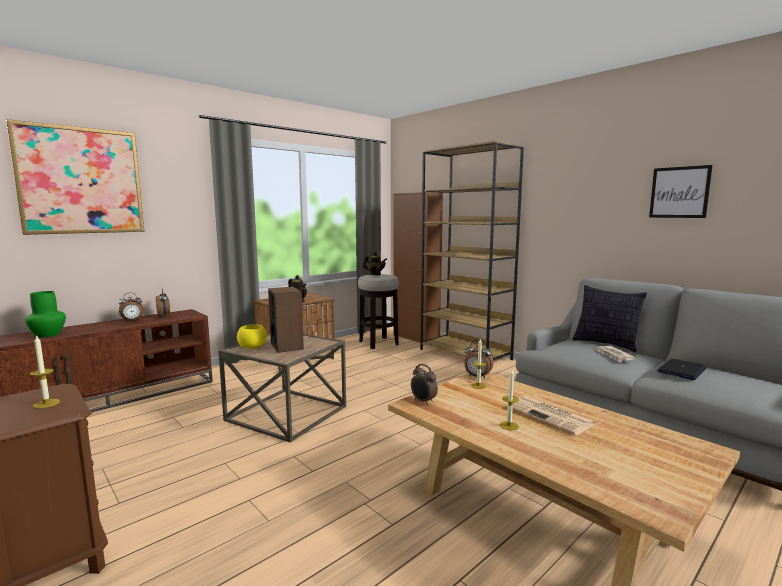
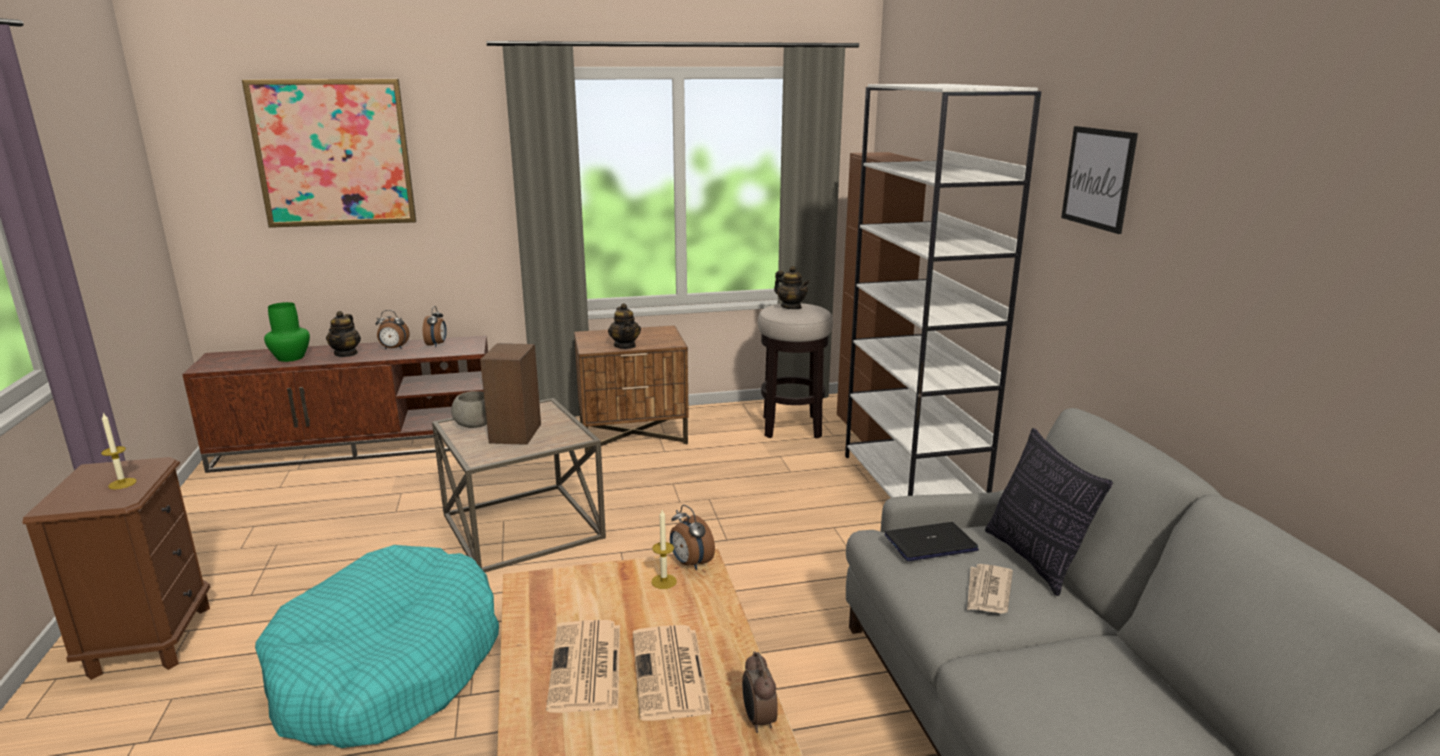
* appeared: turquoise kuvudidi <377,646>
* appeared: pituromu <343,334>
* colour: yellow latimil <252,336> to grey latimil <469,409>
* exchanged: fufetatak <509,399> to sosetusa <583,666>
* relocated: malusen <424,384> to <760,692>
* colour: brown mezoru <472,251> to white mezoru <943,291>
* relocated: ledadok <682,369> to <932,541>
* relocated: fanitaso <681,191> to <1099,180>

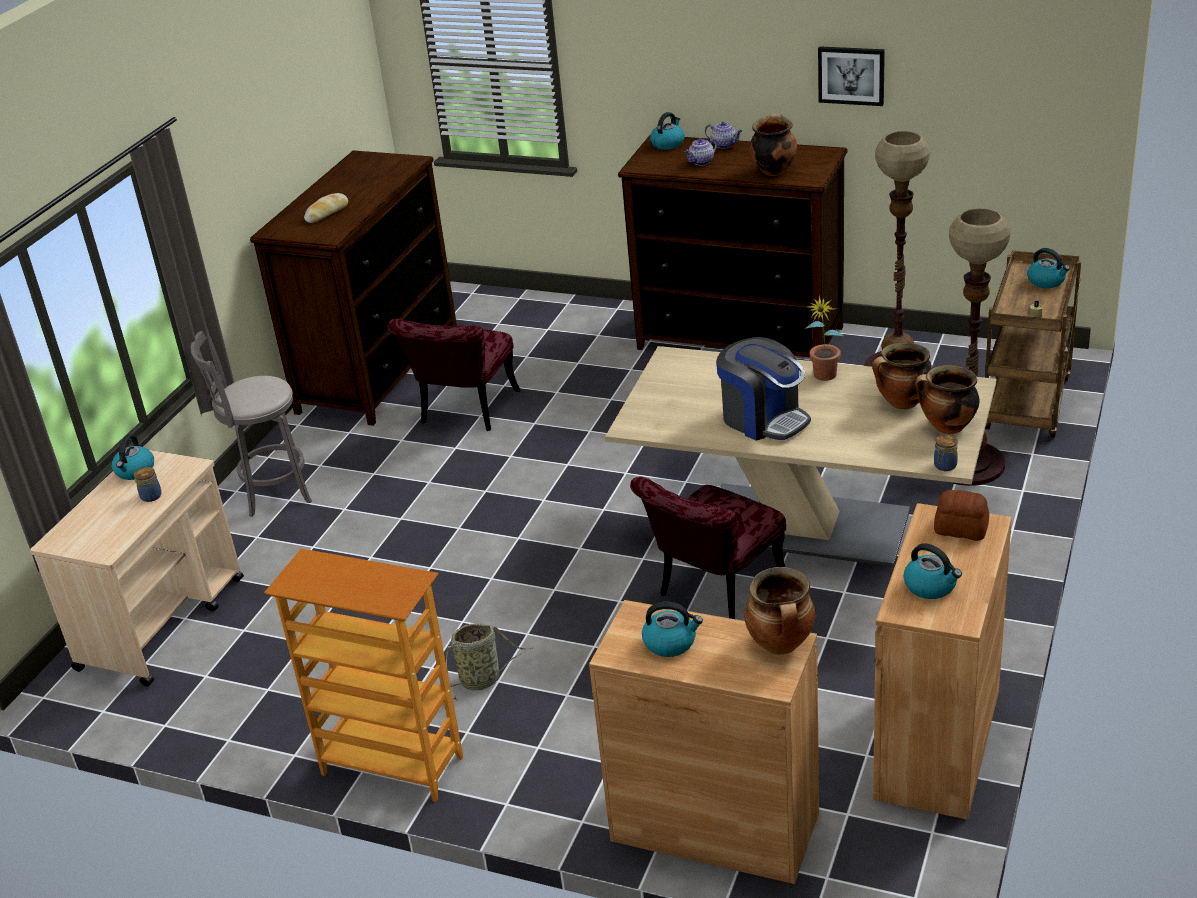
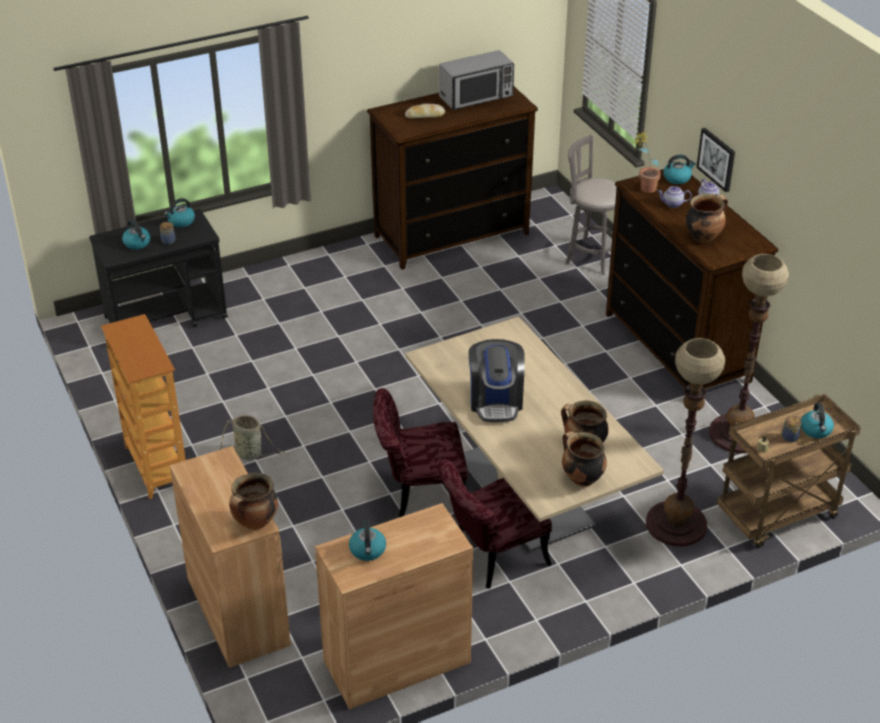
* colour: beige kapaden <137,568> to black kapaden <158,268>
* relocated: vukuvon <672,629> to <136,234>
* relocated: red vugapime <453,375> to <495,524>
* appeared: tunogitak <476,80>
* relocated: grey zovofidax <251,422> to <591,205>
* relocated: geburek <824,338> to <646,162>
* relocated: fanitaso <851,76> to <715,160>
* relocated: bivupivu <946,453> to <791,429>
* missing: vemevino <961,515>

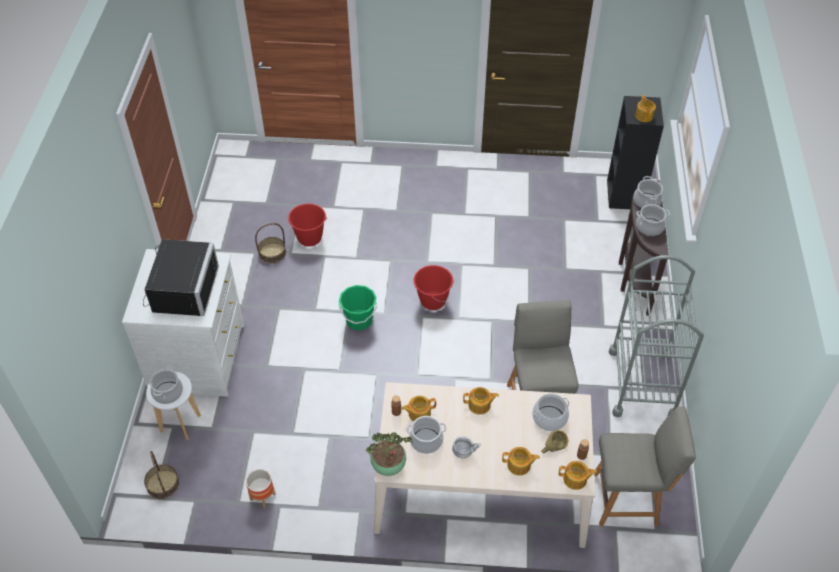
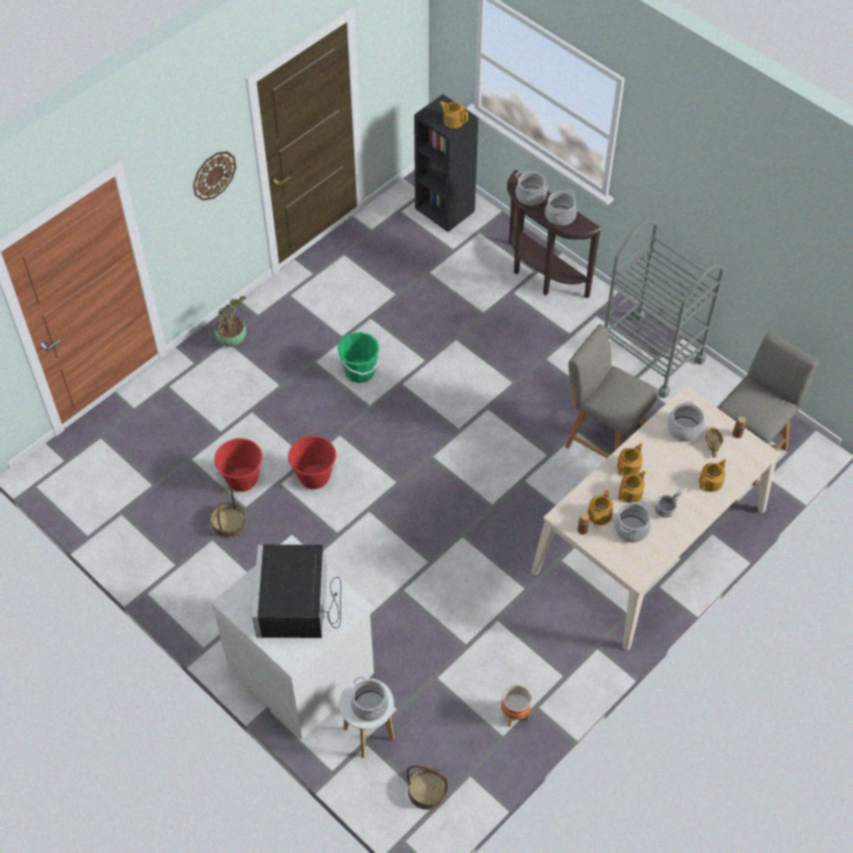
* appeared: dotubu <214,176>
* relocated: geburek <389,454> to <230,321>
* spun: black tunogitak <181,277> = <296,591> 135 degrees counterclockwise
* relocated: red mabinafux <433,287> to <312,462>
* relocated: green mabinafux <357,307> to <358,357>
* relocated: pituromu <578,475> to <632,486>

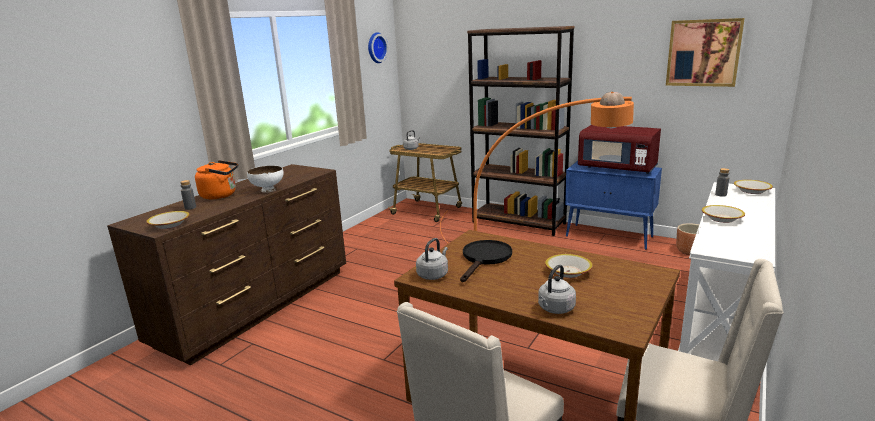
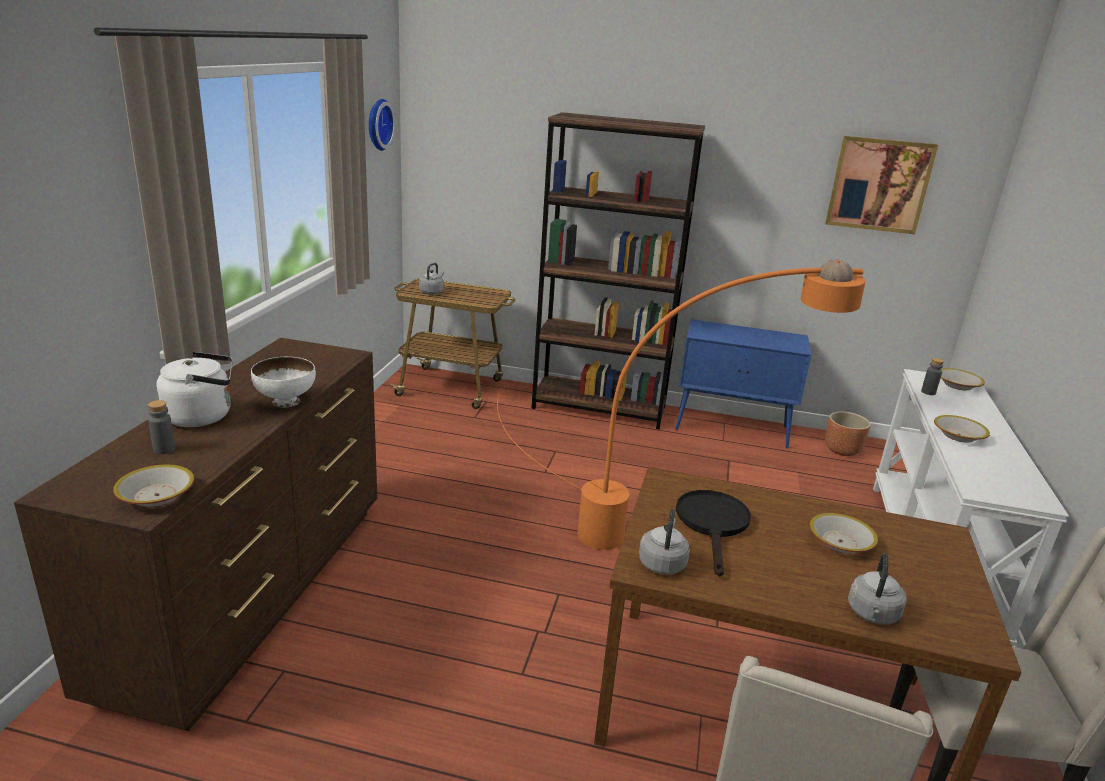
* colour: orange vukuvon <216,179> to white vukuvon <194,389>
* missing: red tunogitak <619,149>

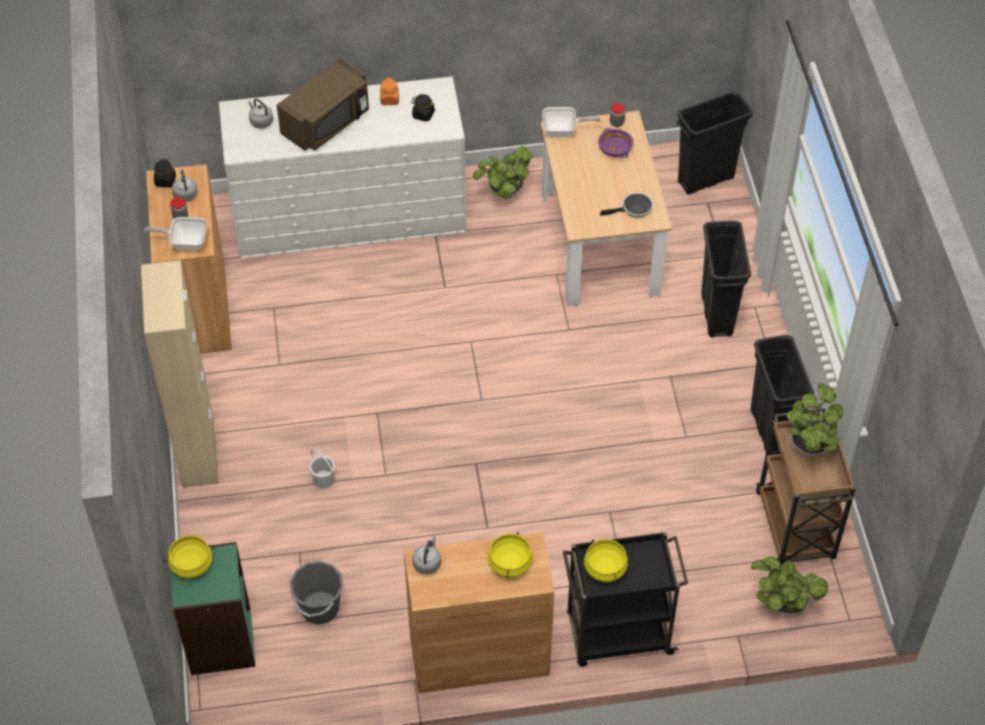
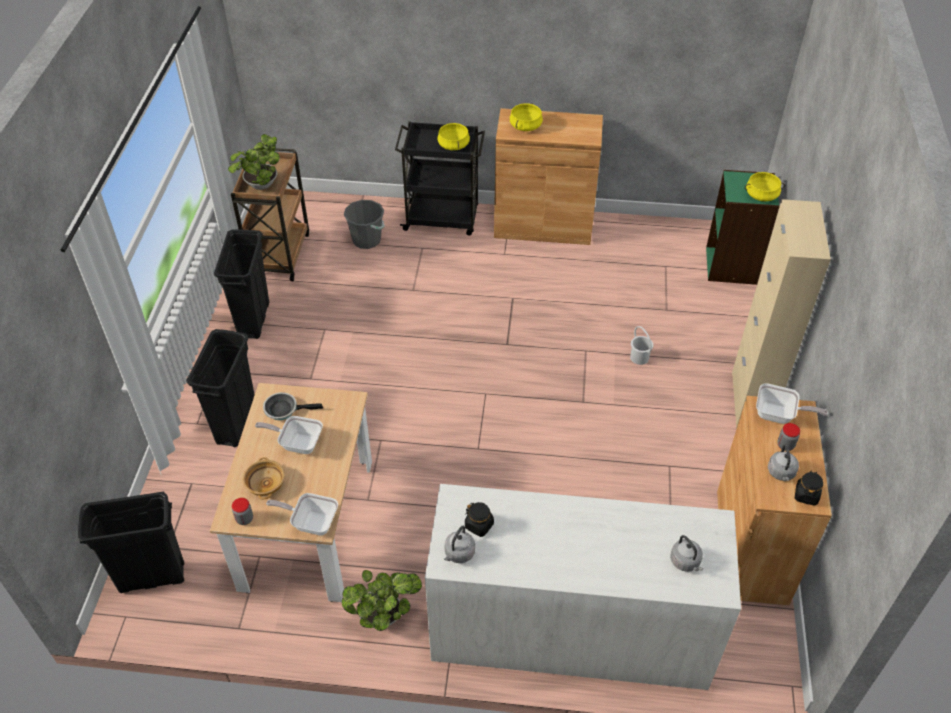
* colour: purple latimil <616,143> to beige latimil <264,478>
* appeared: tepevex <289,435>
* relocated: grey mabinafux <316,593> to <364,224>
* relocated: grey vukuvon <426,555> to <459,544>
* missing: brown tunogitak <323,104>
* missing: orange bivupivu <389,91>
* missing: geburek <789,585>

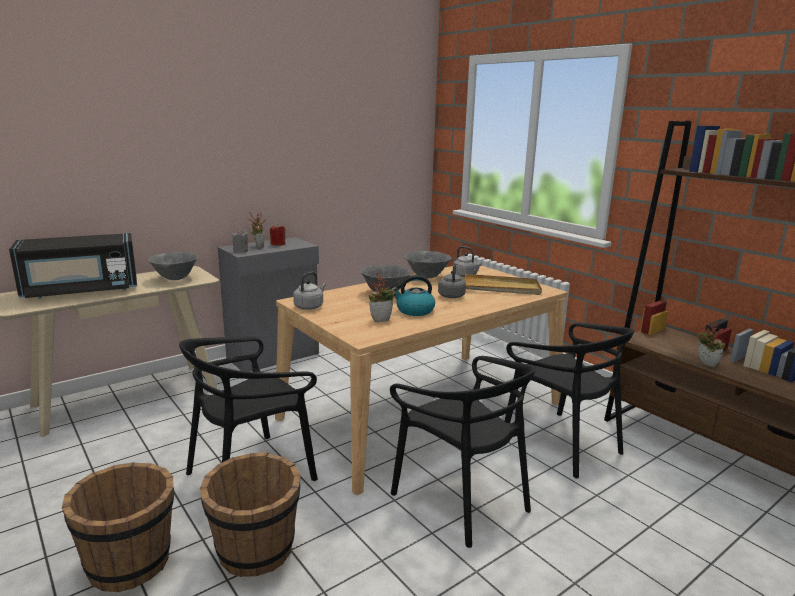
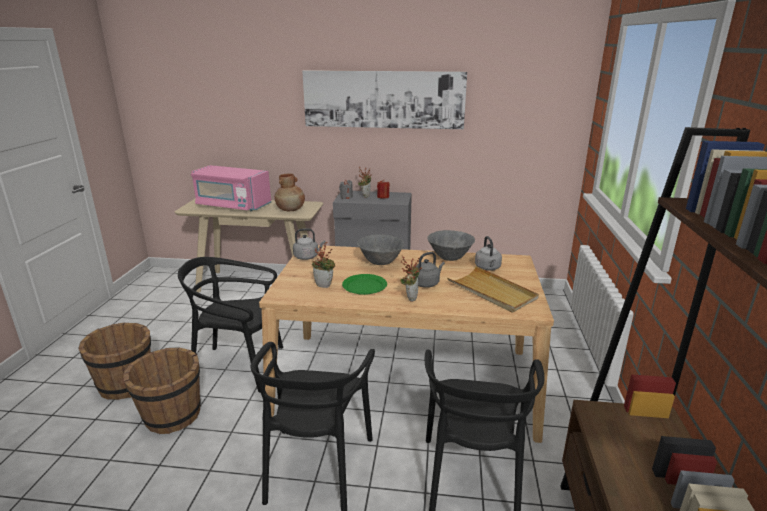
* colour: black tunogitak <73,266> to pink tunogitak <231,188>
* exchanged: grey latimil <173,266> to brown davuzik <289,192>
* appeared: fanitaso <384,99>
* exchanged: vukuvon <413,295> to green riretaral <364,284>
* relocated: geburek <711,343> to <411,278>

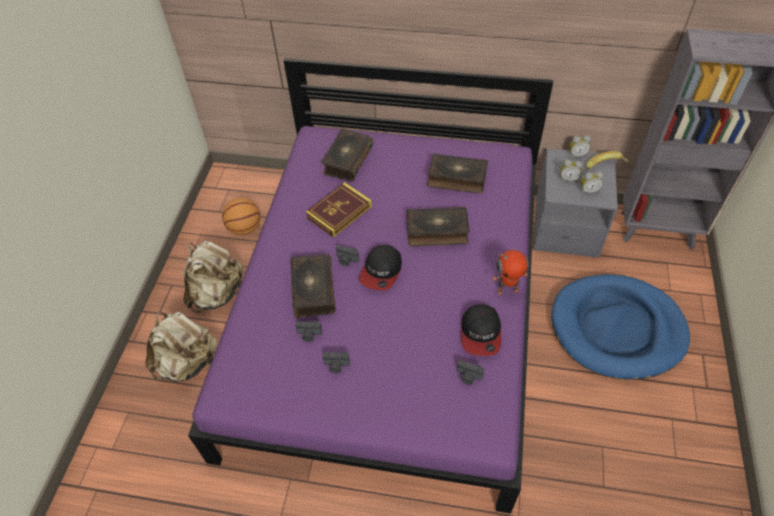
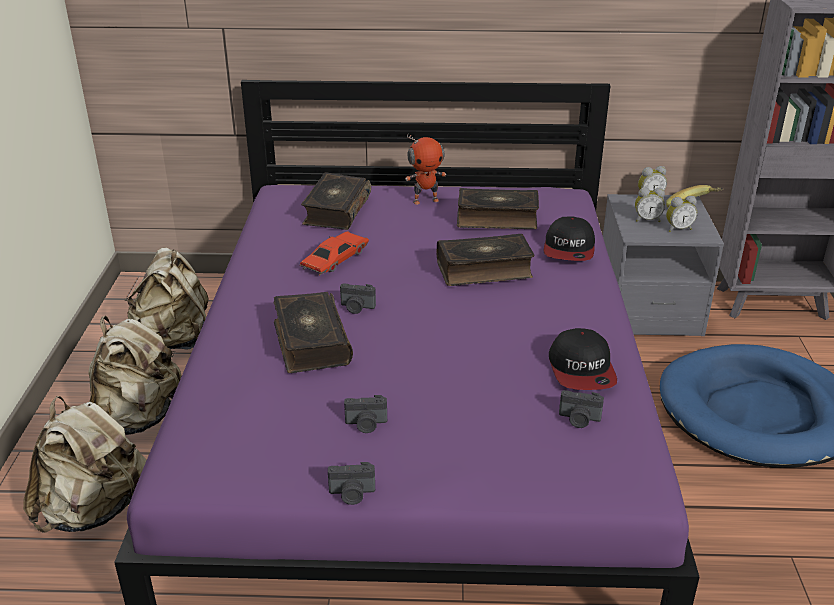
* exchanged: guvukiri <241,216> to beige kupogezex <166,298>
* exchanged: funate <339,210> to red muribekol <334,253>
* relocated: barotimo <308,331> to <351,483>
* relocated: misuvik <510,272> to <425,169>
* relocated: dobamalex <380,268> to <569,239>

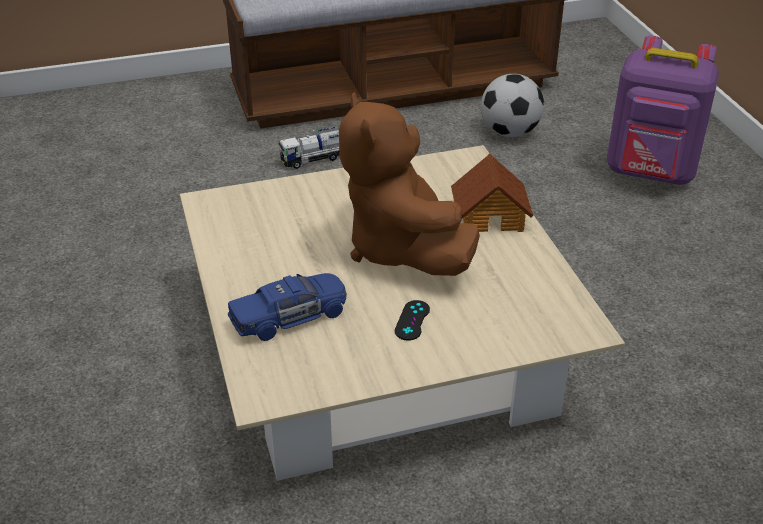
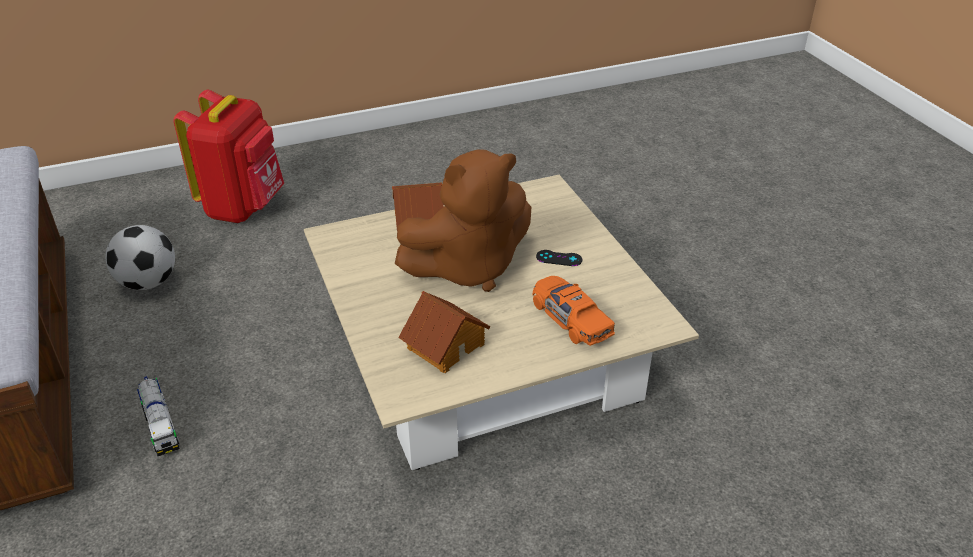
* colour: purple kupogezex <663,110> to red kupogezex <229,156>
* appeared: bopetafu <444,332>
* colour: blue muribekol <287,307> to orange muribekol <574,311>

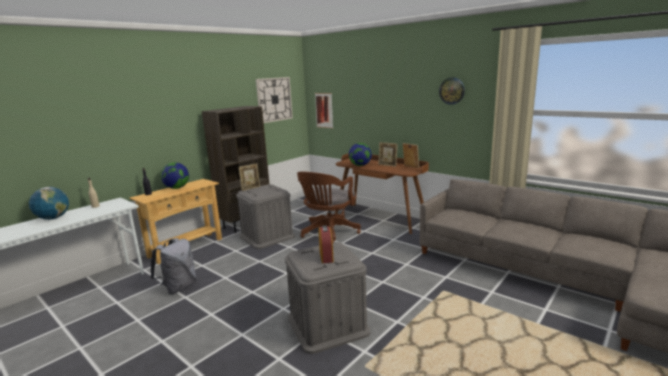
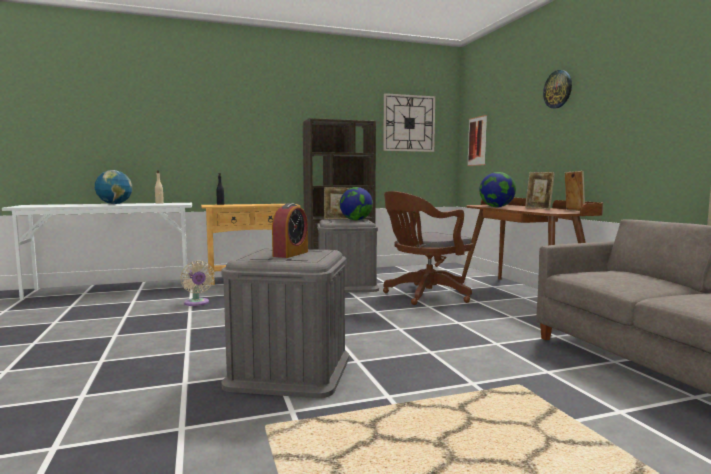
* exchanged: grey kupogezex <173,266> to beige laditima <197,283>
* relocated: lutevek <175,175> to <356,203>
* relocated: dotubu <452,91> to <557,89>

